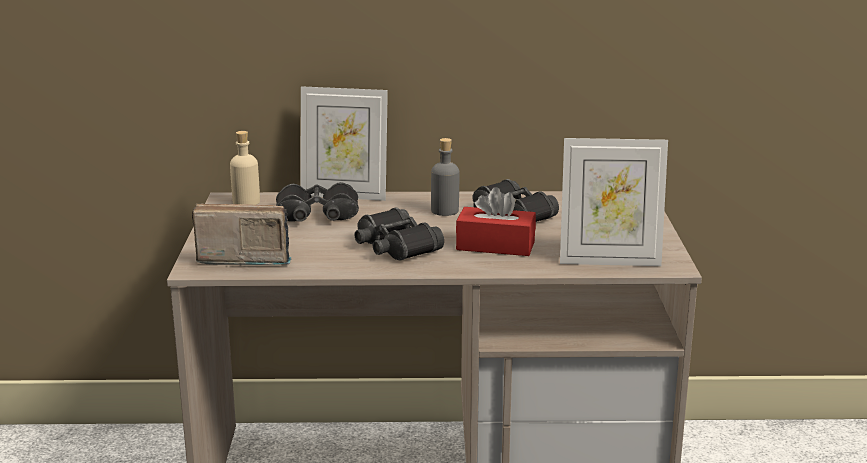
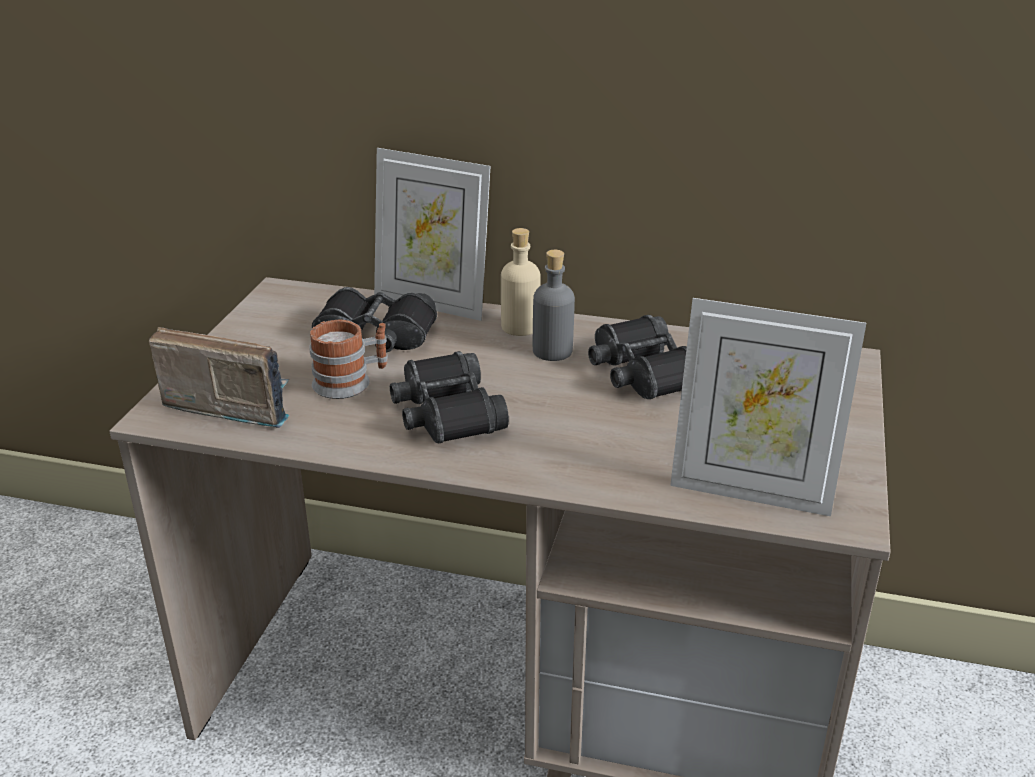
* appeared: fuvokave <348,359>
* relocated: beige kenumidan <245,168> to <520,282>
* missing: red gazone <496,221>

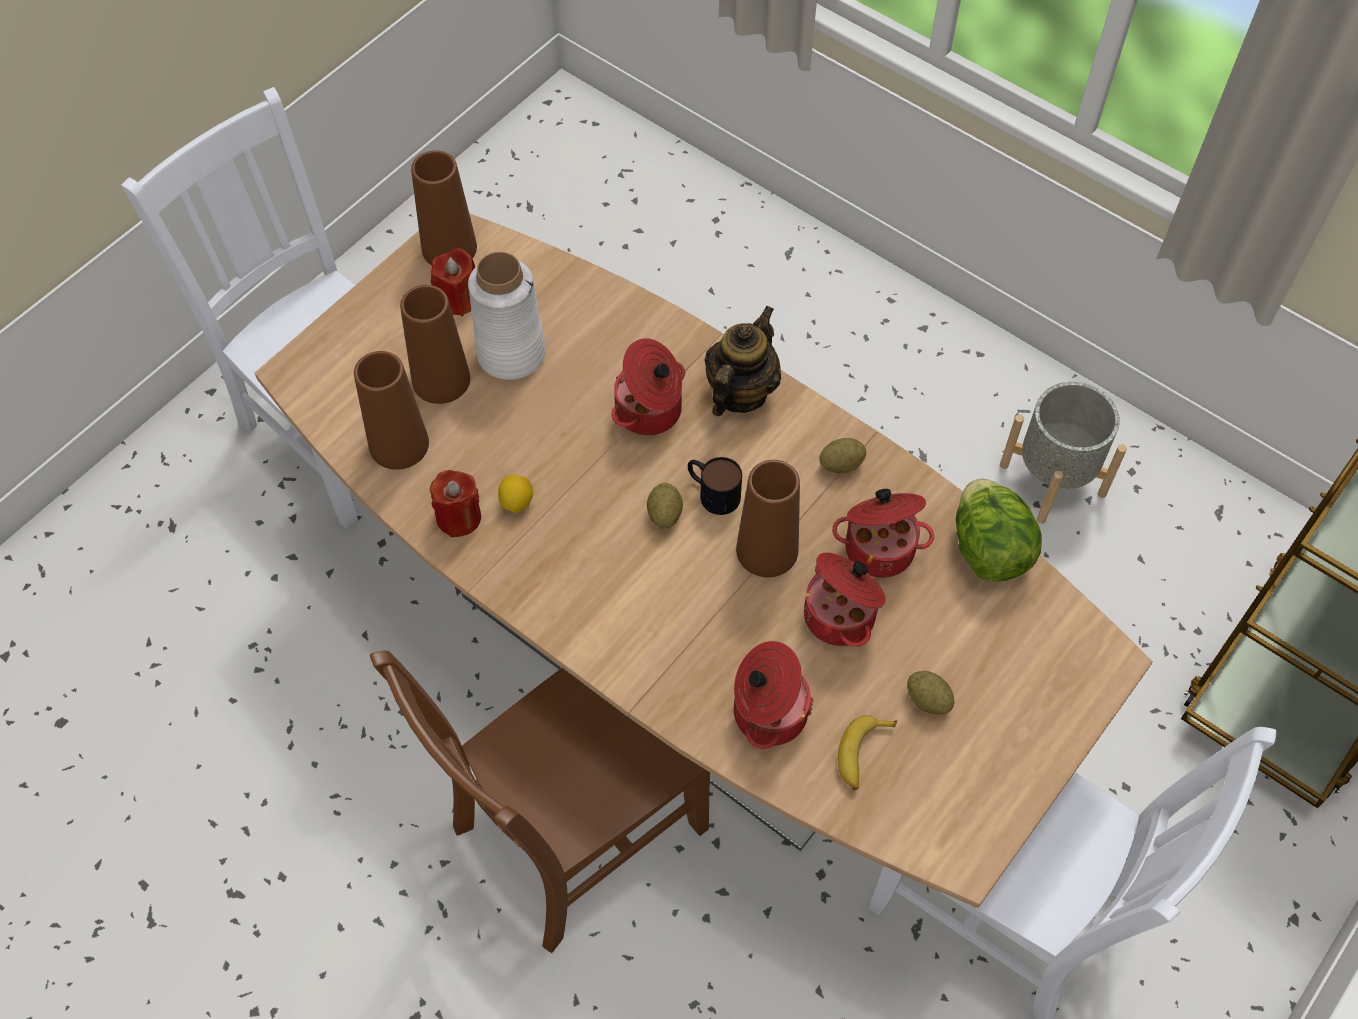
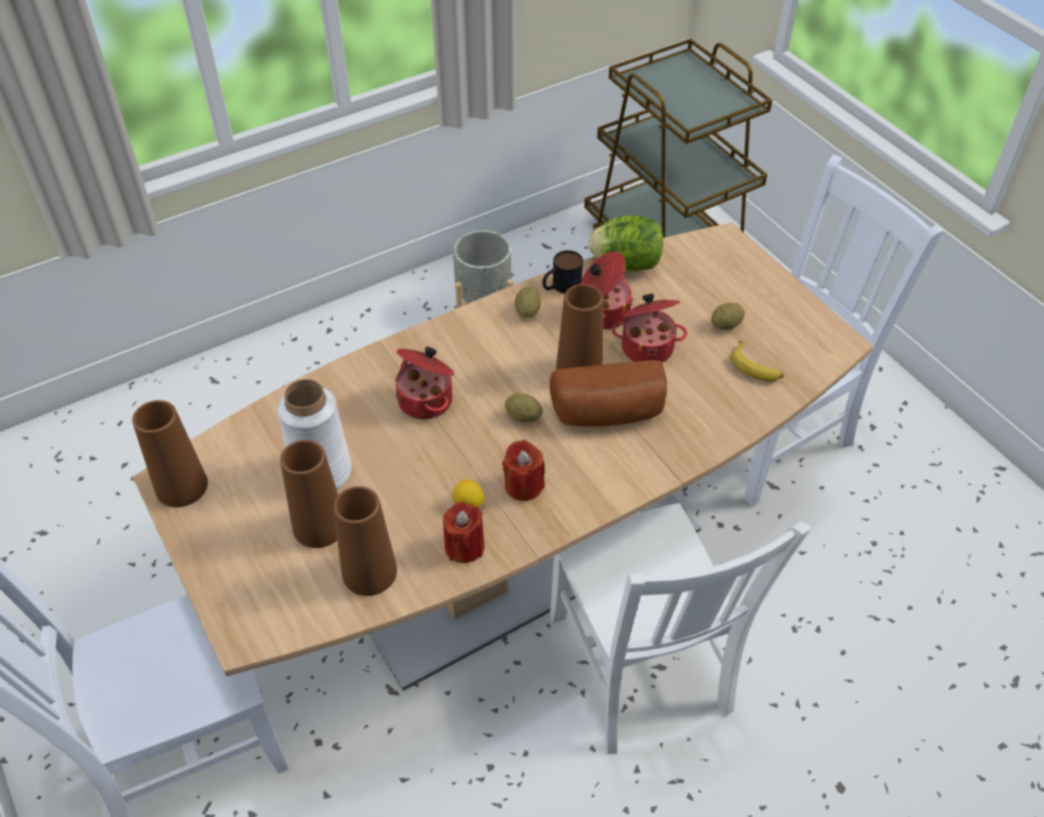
* relocated: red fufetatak <453,282> to <523,470>
* relocated: fuvokave <715,486> to <562,272>
* appeared: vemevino <608,393>
* colour: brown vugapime <540,802> to white vugapime <680,628>
* missing: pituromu <742,361>
* missing: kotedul <774,695>

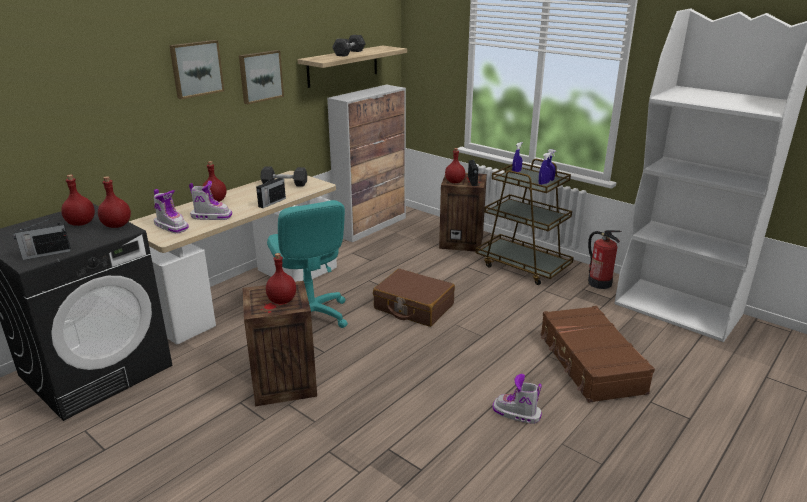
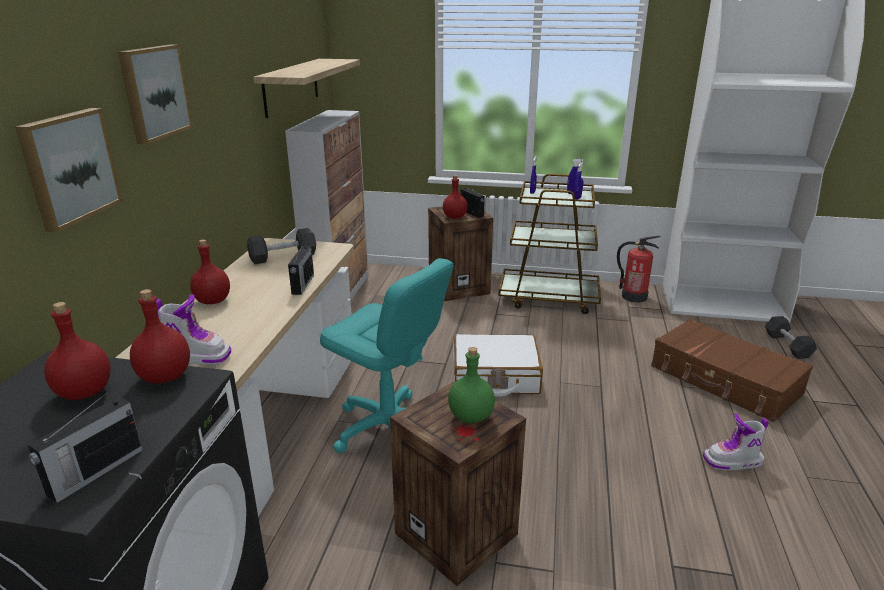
* relocated: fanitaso <261,77> to <69,170>
* colour: red kenumidan <281,278> to green kenumidan <471,385>
* colour: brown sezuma <414,298> to white sezuma <498,365>
* relocated: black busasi <349,46> to <791,337>
* missing: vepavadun <210,200>

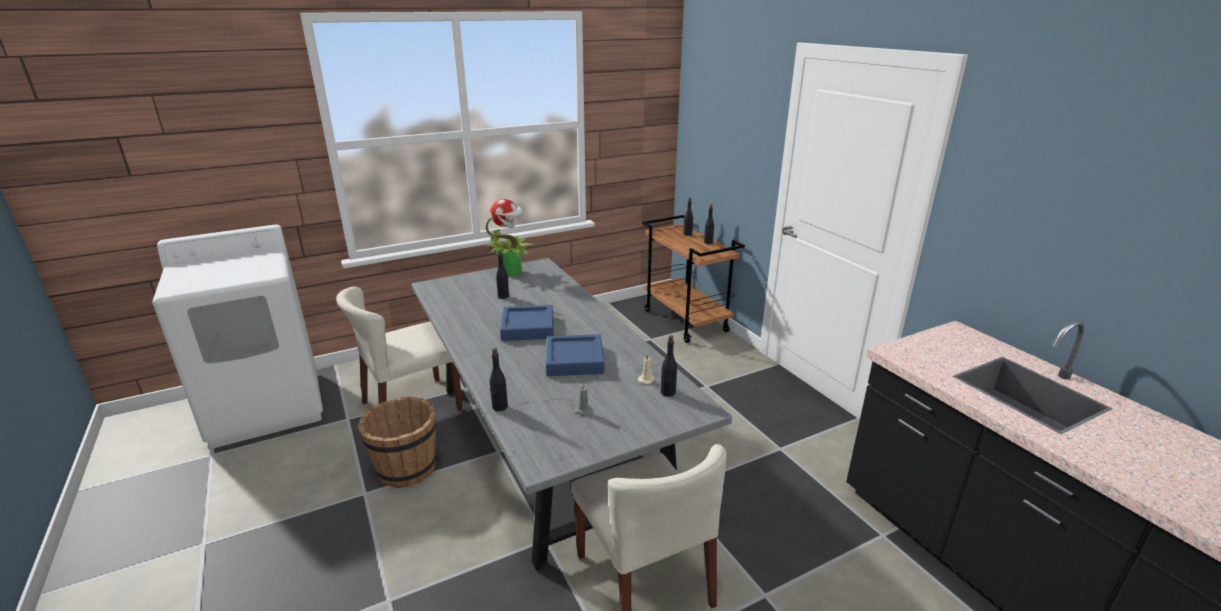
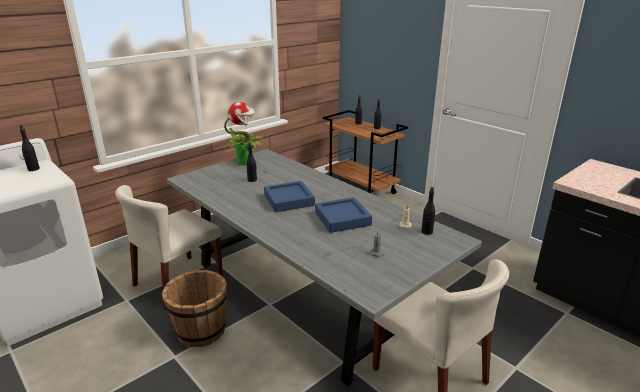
* relocated: black kenumidan <499,379> to <29,148>

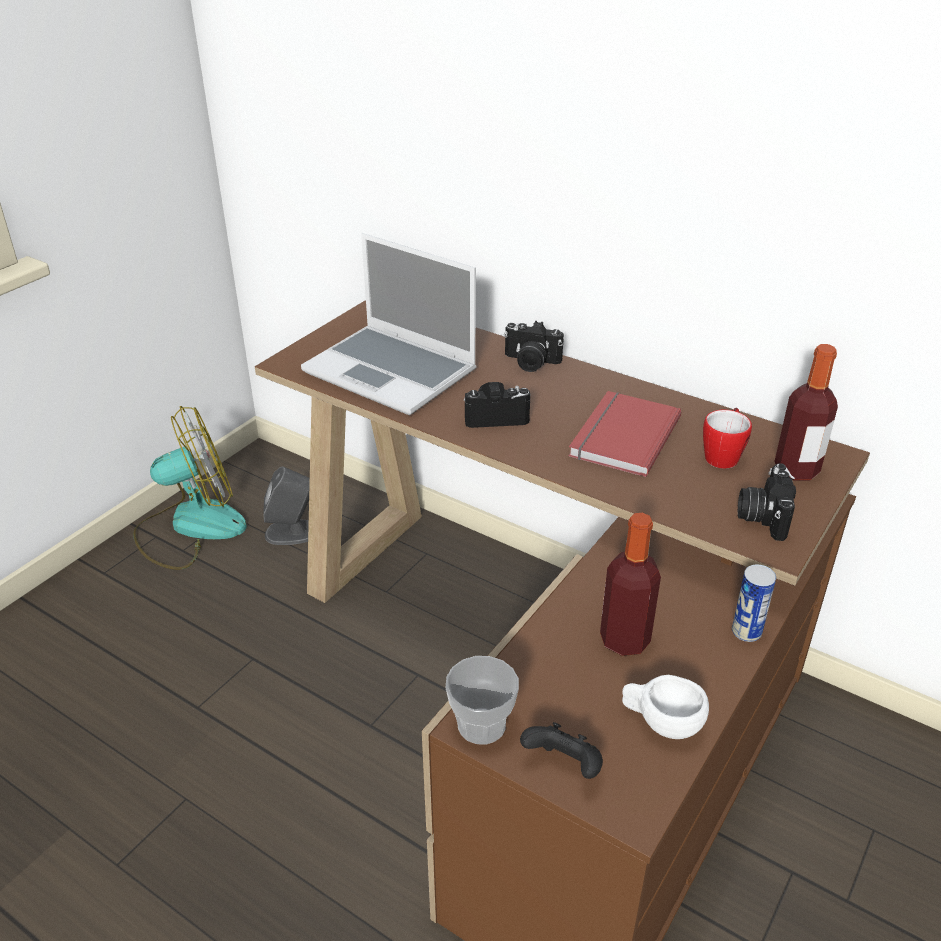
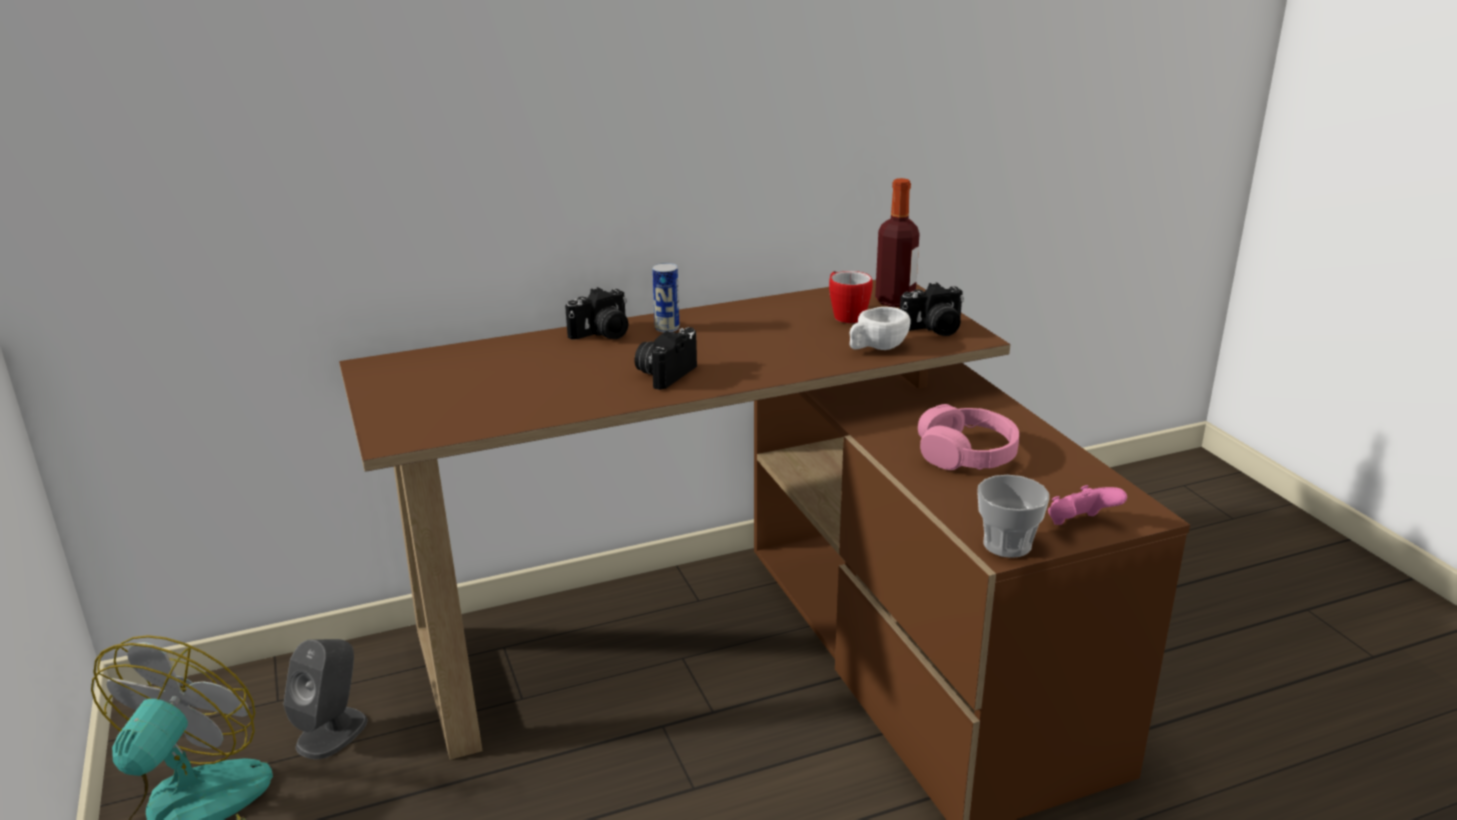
* relocated: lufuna <754,603> to <665,298>
* relocated: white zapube <665,707> to <880,328>
* spun: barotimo <767,502> = <932,309> 60 degrees counterclockwise
* exchanged: kenumidan <630,584> to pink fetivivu <968,437>
* colour: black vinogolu <561,750> to pink vinogolu <1087,505>
* missing: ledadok <389,324>
* missing: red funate <625,434>

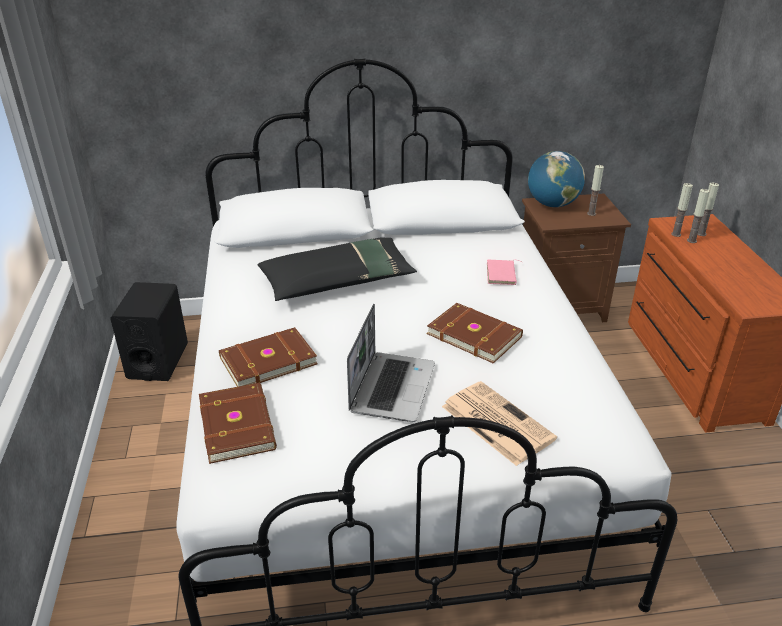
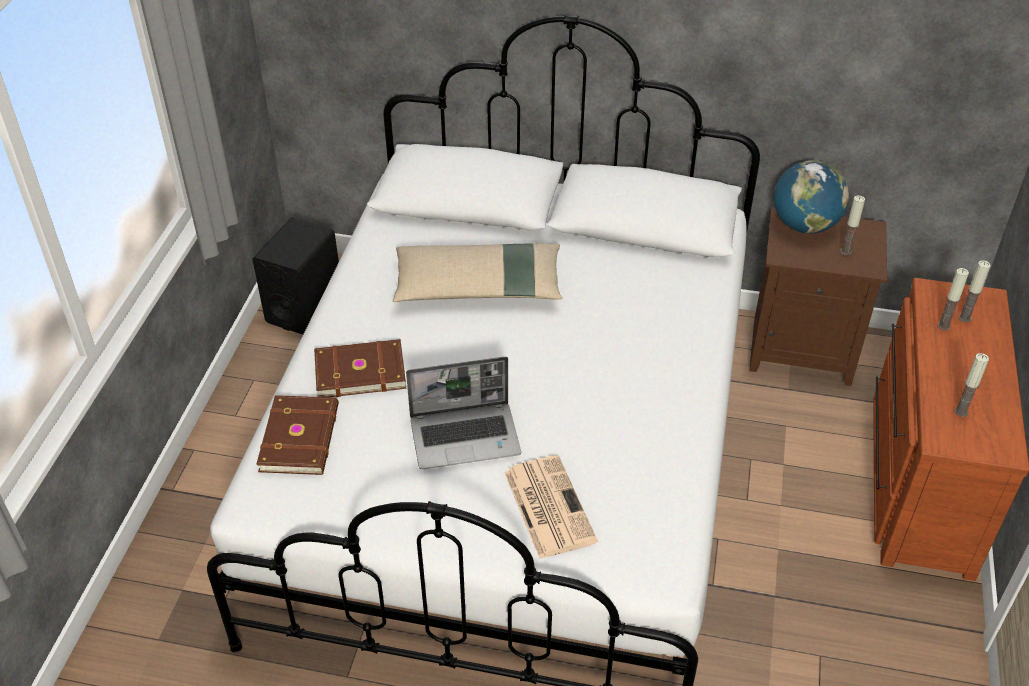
* colour: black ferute <337,269> to beige ferute <477,272>
* spun: ledadok <391,363> = <463,413> 45 degrees clockwise
* relocated: fufetatak <682,210> to <971,385>
* missing: brown funate <475,333>
* missing: pink funate <504,272>

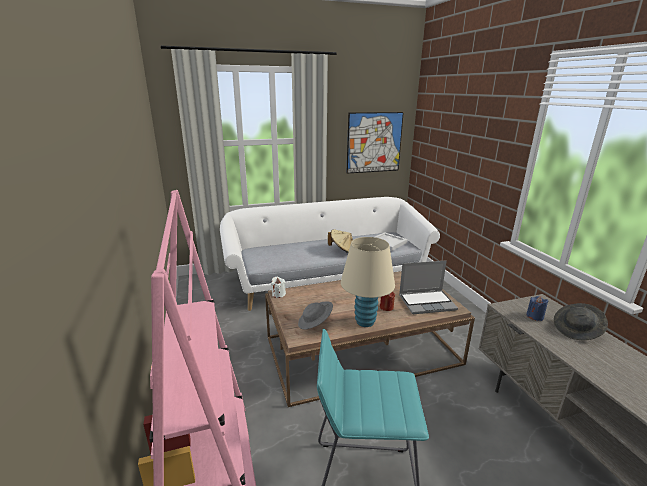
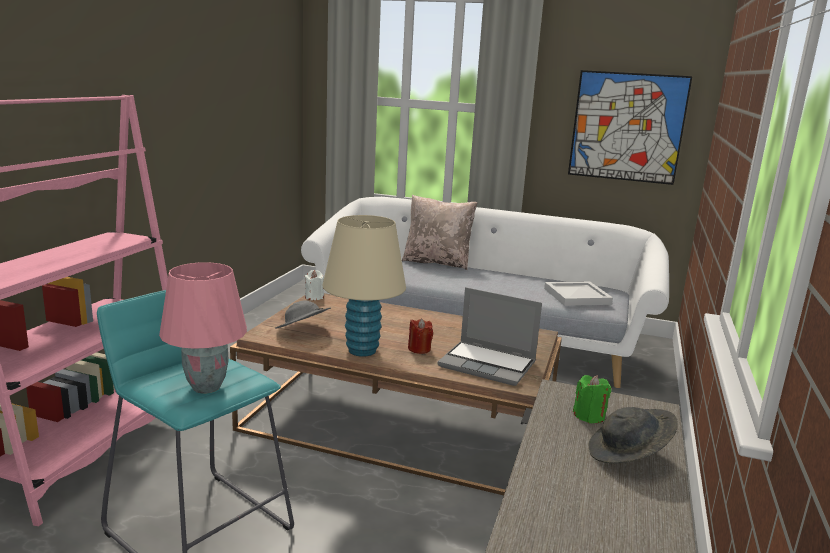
* appeared: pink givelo <203,328>
* appeared: beige ferute <439,232>
* colour: blue fufetatak <537,308> to green fufetatak <592,399>
* missing: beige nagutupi <340,241>

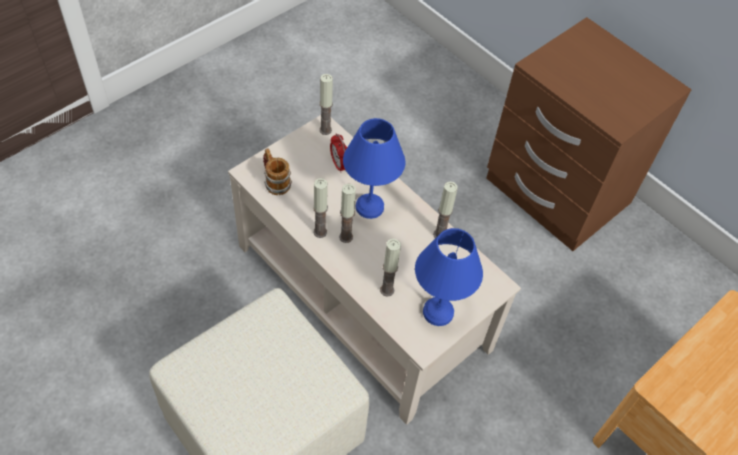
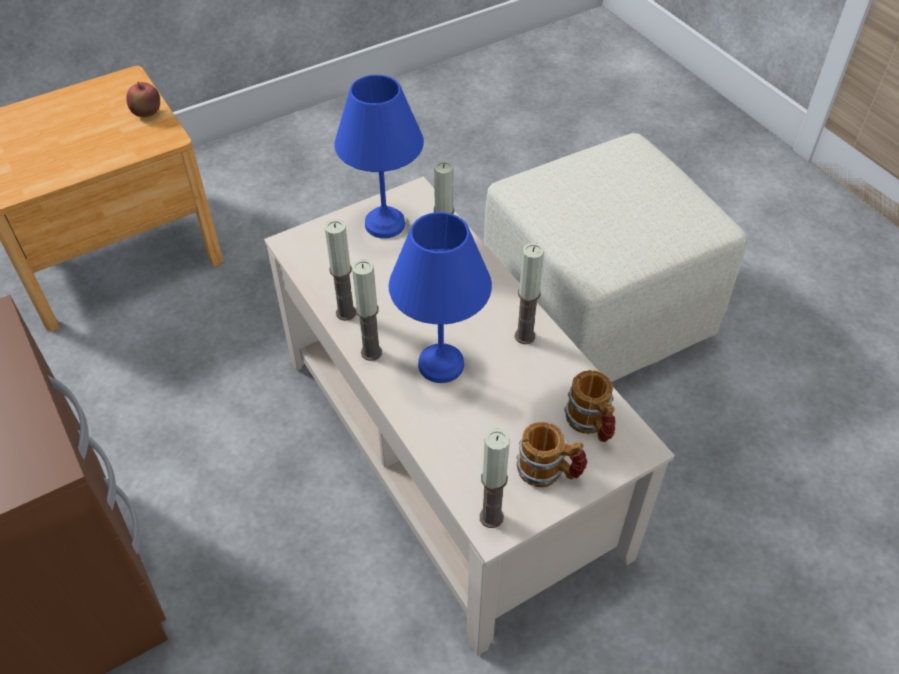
* appeared: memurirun <143,99>
* relocated: fufetatak <347,213> to <367,310>
* appeared: fuvokave <551,454>
* missing: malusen <338,153>

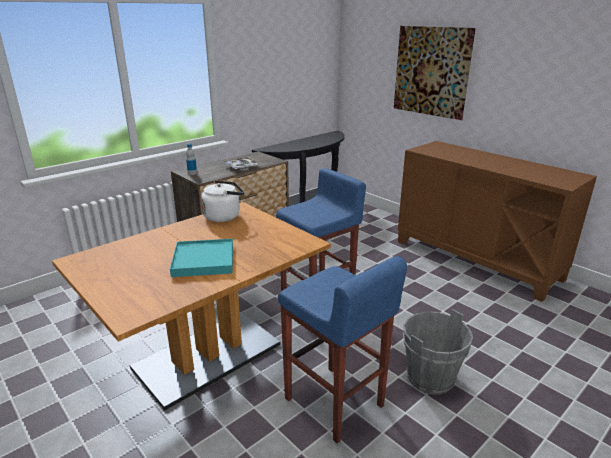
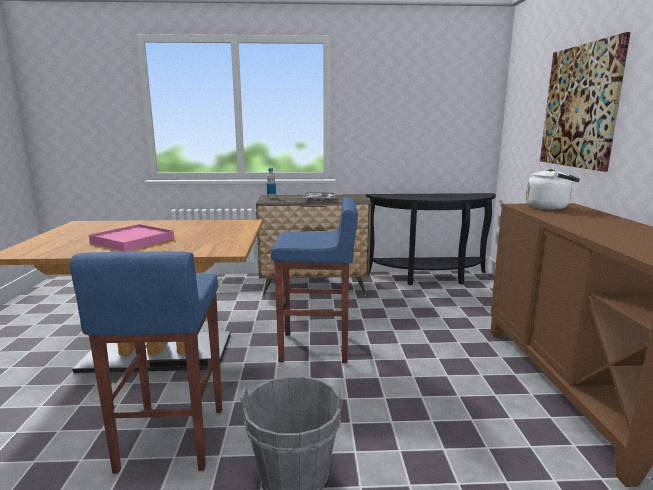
* colour: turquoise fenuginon <201,258> to pink fenuginon <131,238>
* relocated: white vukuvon <222,201> to <553,189>

